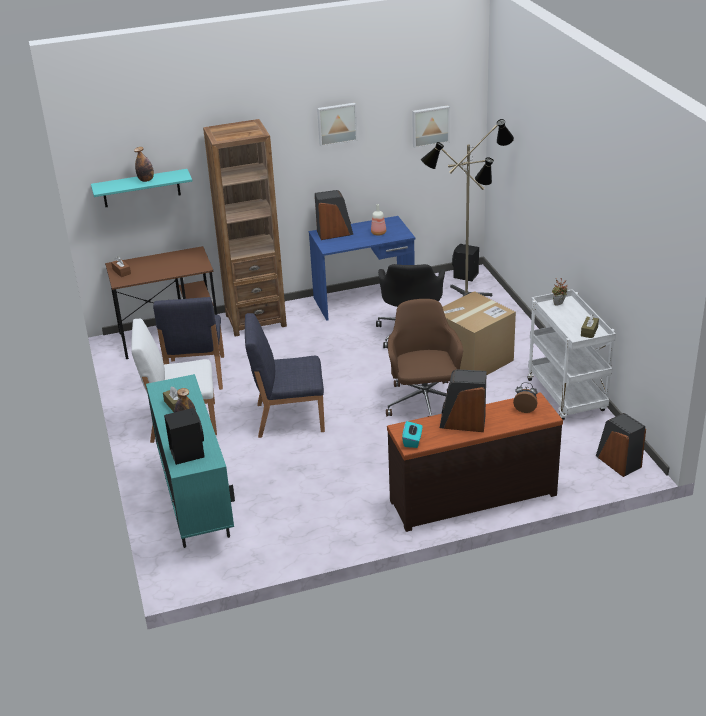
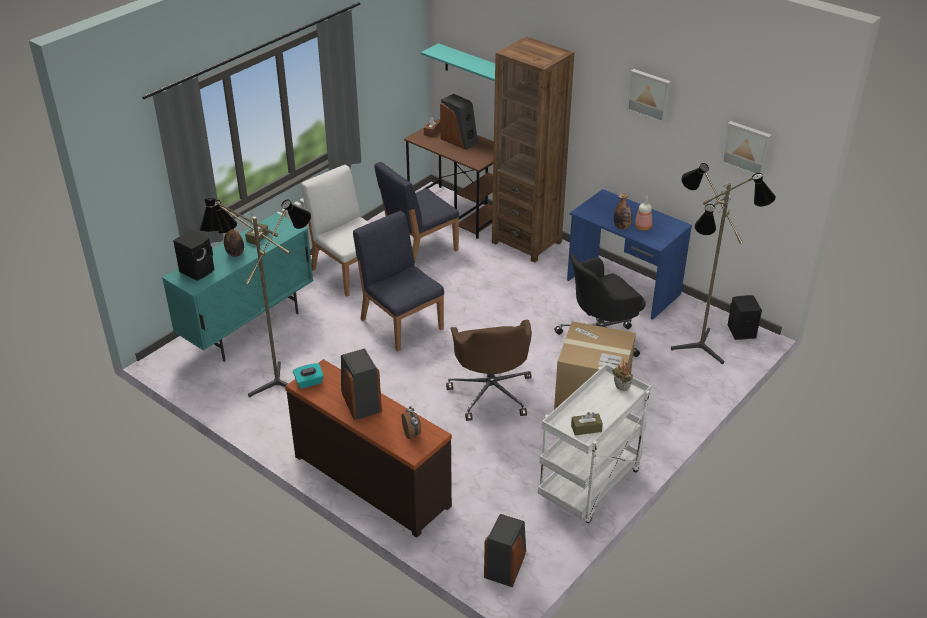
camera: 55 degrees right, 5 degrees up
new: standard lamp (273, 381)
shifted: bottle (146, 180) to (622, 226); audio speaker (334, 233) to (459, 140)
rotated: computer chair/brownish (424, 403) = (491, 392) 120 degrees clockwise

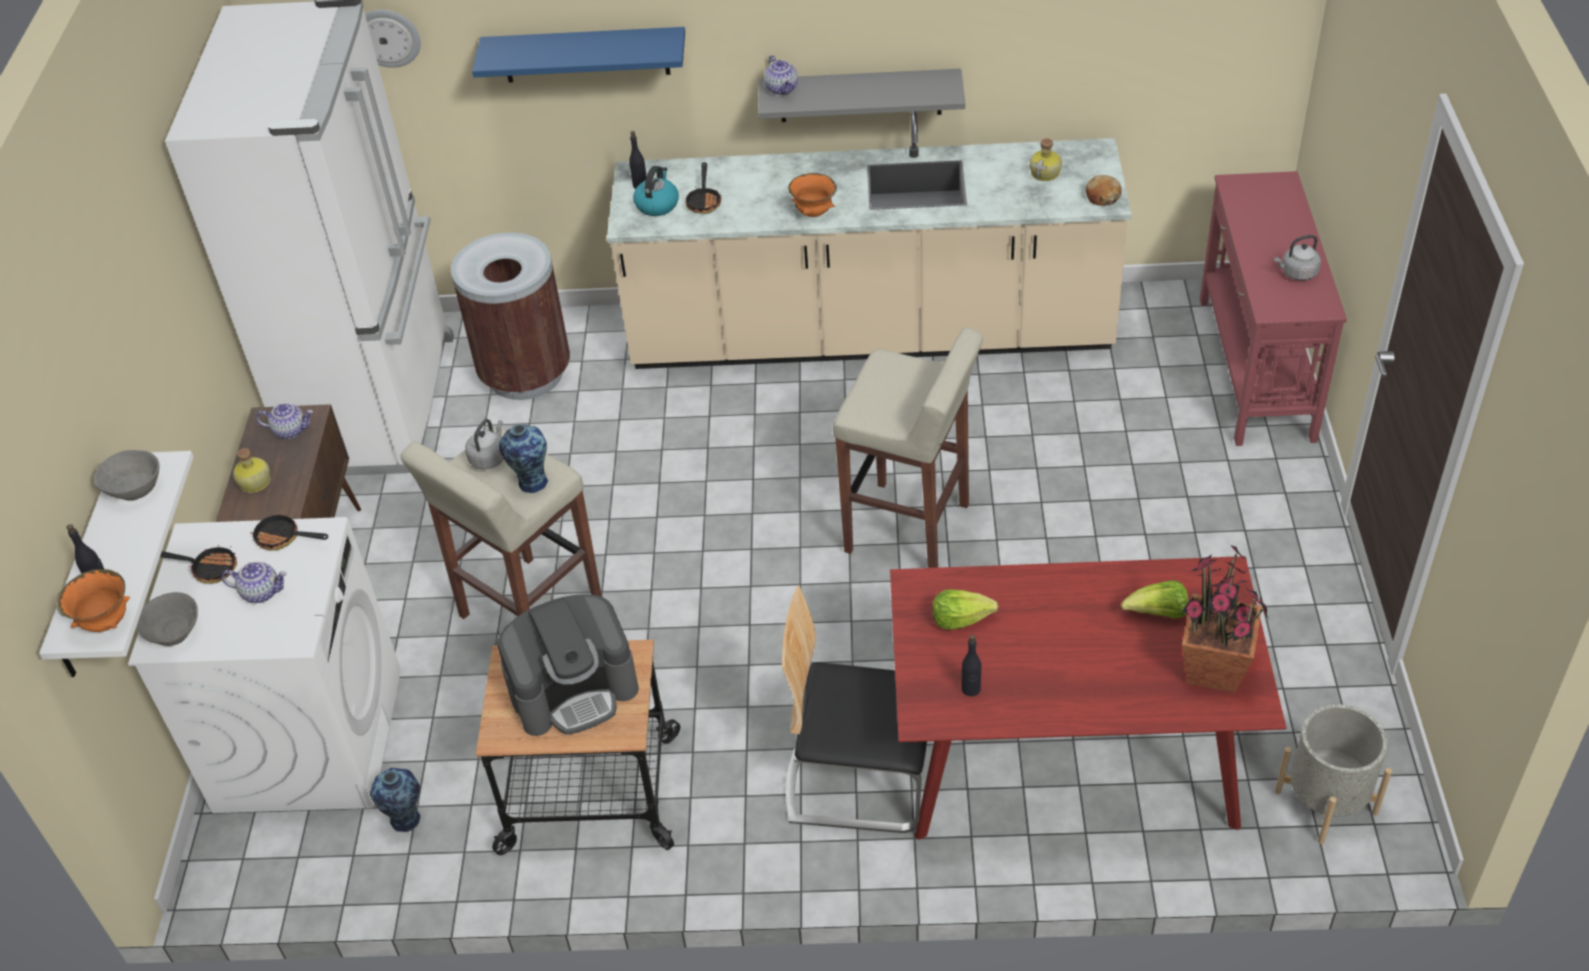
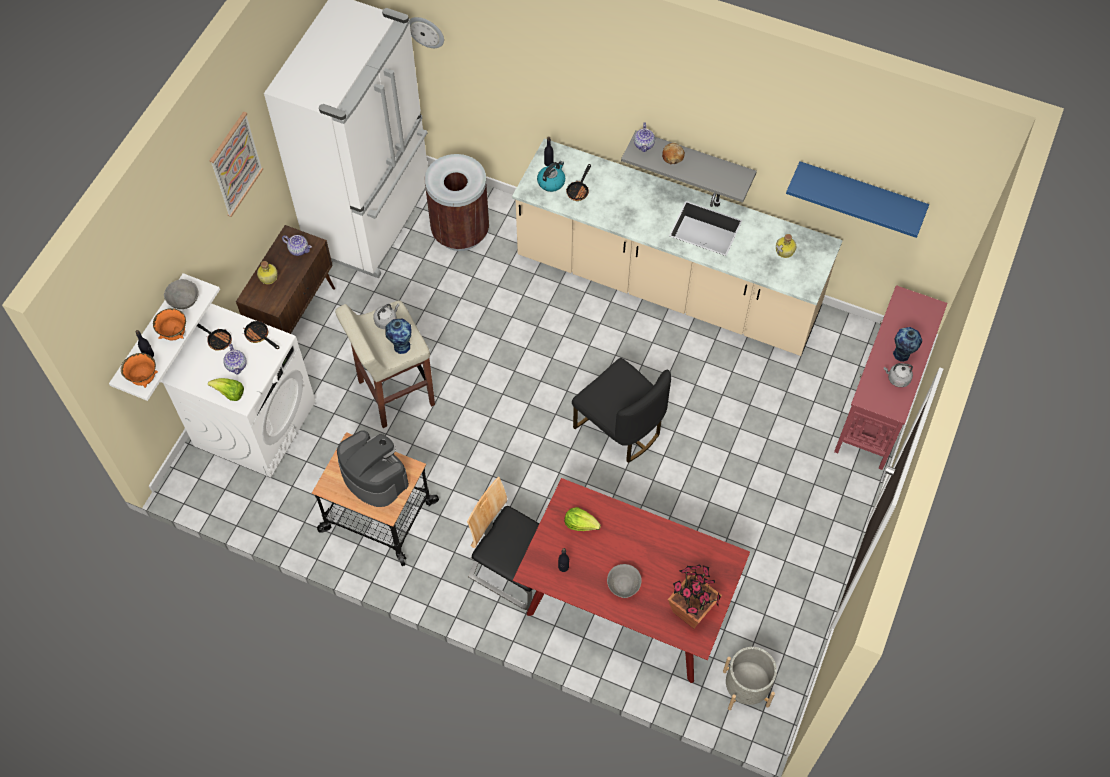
camera: 20 degrees right, 15 degrees up
new: wall art (235, 164)
shifted: wall shelf/blue (585, 54) to (860, 192); deep dish/orangey (813, 213) to (174, 334); bread (1102, 196) to (672, 156); lettuce head (1158, 614) to (230, 393); deep dish/greyish (174, 632) to (623, 585); decorative vase (406, 820) to (901, 355)
swapped: sitting stool/beige-coloured (909, 529) to plain chair/black-coloured (620, 428)
rotated: pot for tea (262, 592) = (237, 365) 45 degrees clockwise; coffee maker (574, 690) = (374, 476) 135 degrees counterclockwise

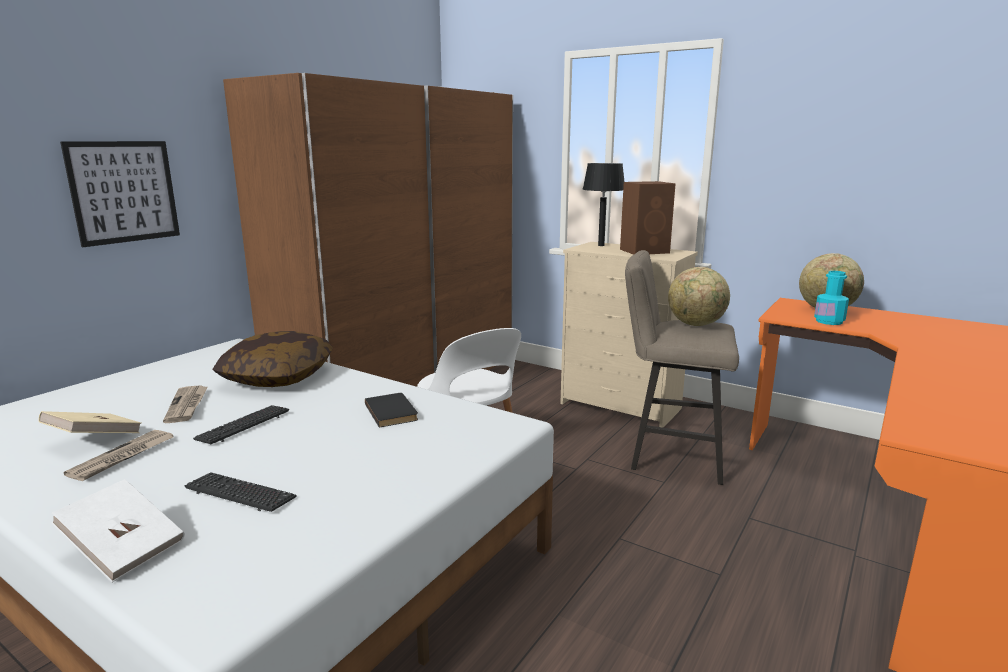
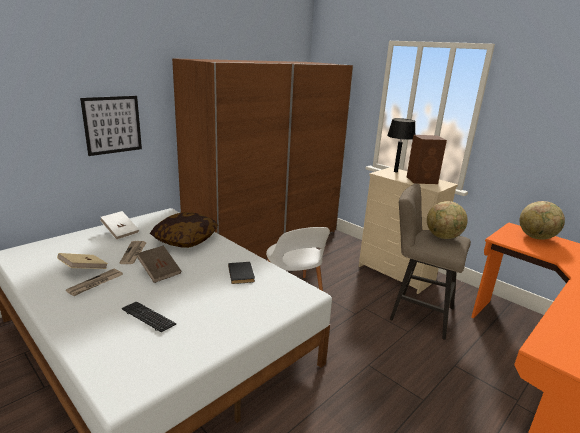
camera: 10 degrees right, 5 degrees up
gone: bottle/blue-green (829, 321)
shifted: volume/white (124, 549) to (120, 232)
swapped: keyboard (243, 426) to volume/brownish (160, 272)

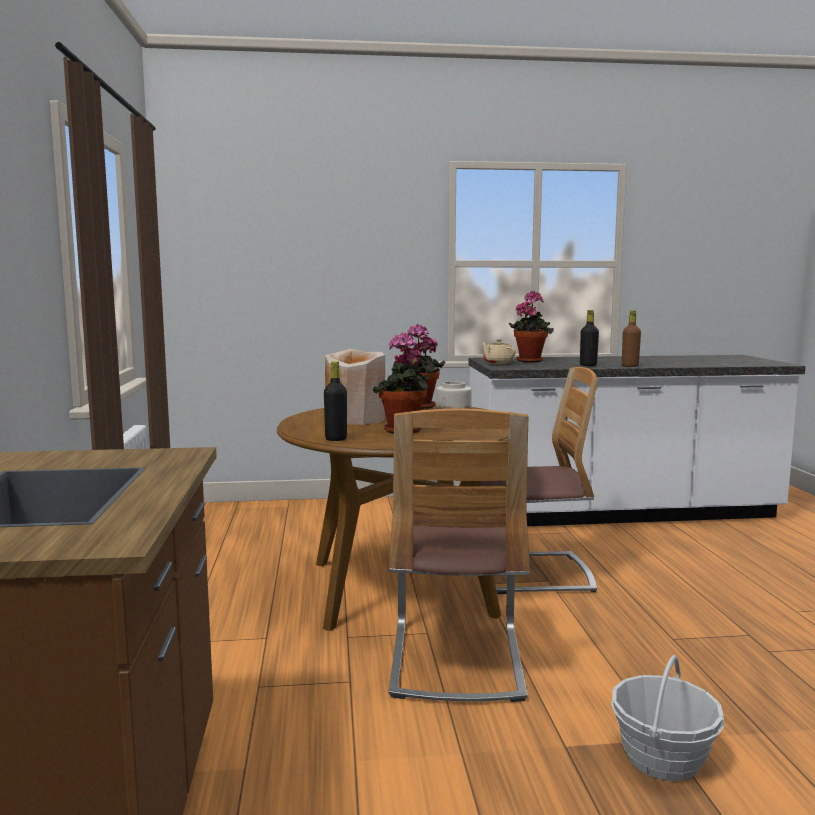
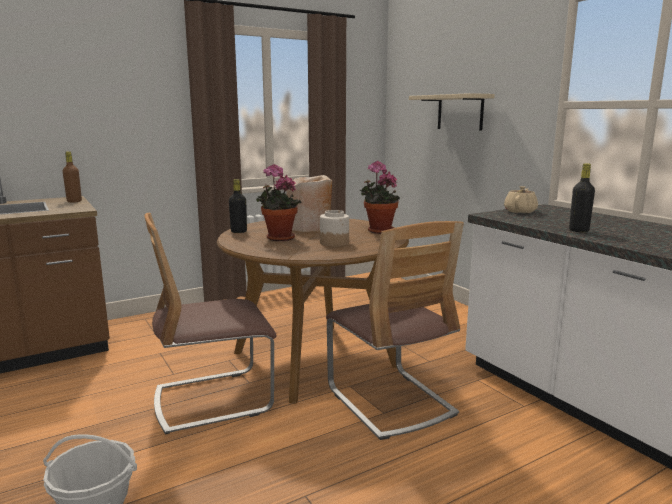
camera: 65 degrees right, 5 degrees up
gone: plant in a pot (530, 360)
new: wall shelf/beige-coloured (460, 112)
shifted: bottle/brownish (630, 366) to (74, 201)

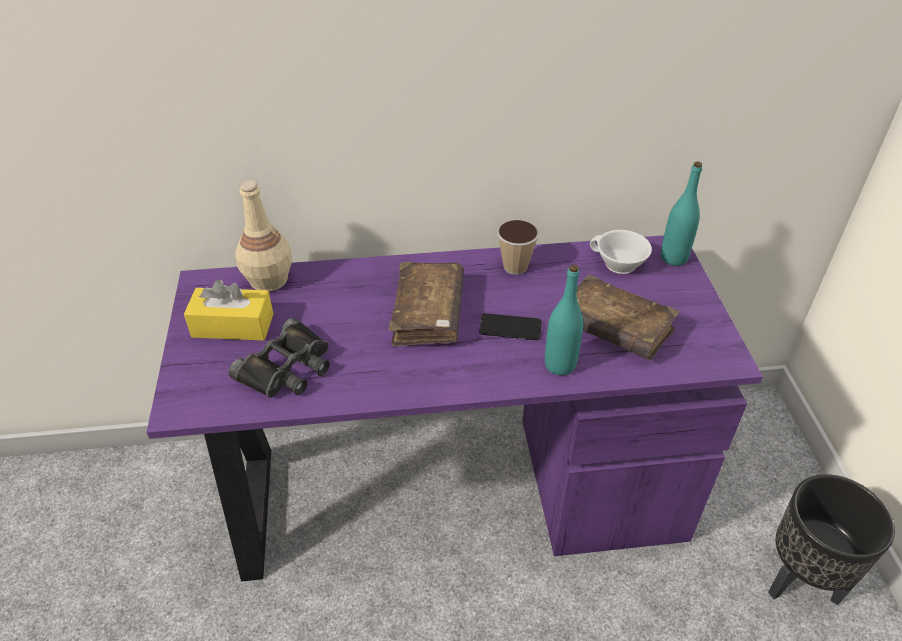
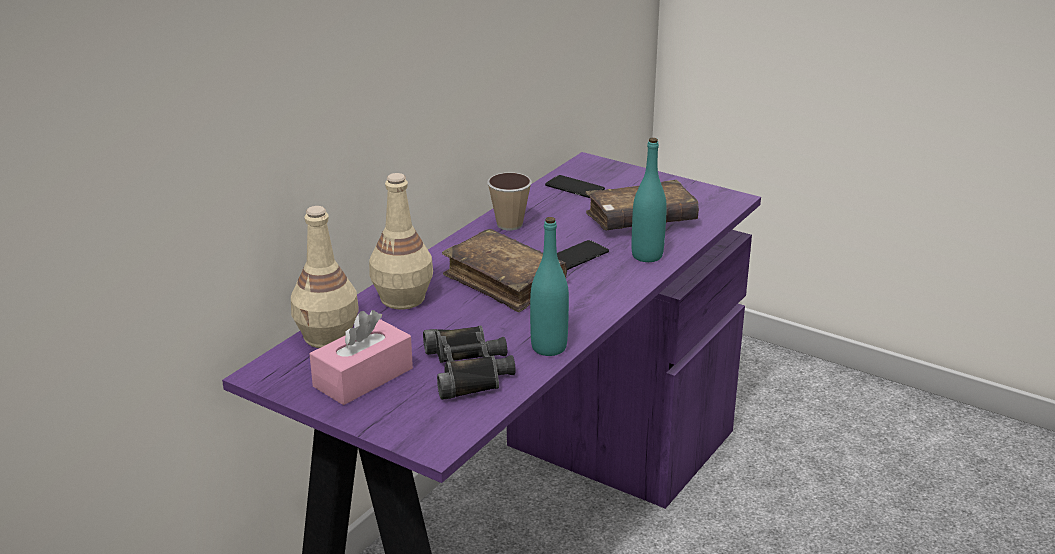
camera: 50 degrees left, 15 degrees down
gone: planter/black-coloured (801, 581)
new: bottle/beige-coloured (402, 298)
shifted: bottle/blue-green (673, 258) to (549, 347)
swapped: cup/white (618, 264) to telephone (574, 188)
repainted: box of tissues/yellowish (233, 325) to box of tissues/pink (363, 377)

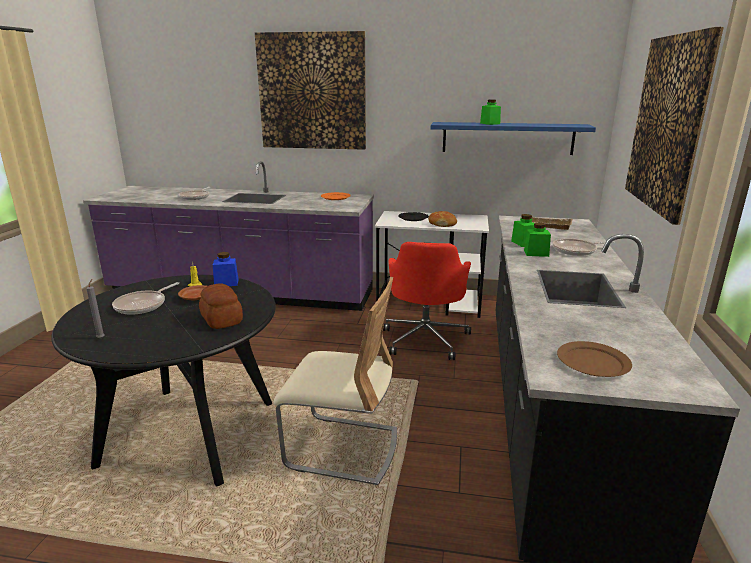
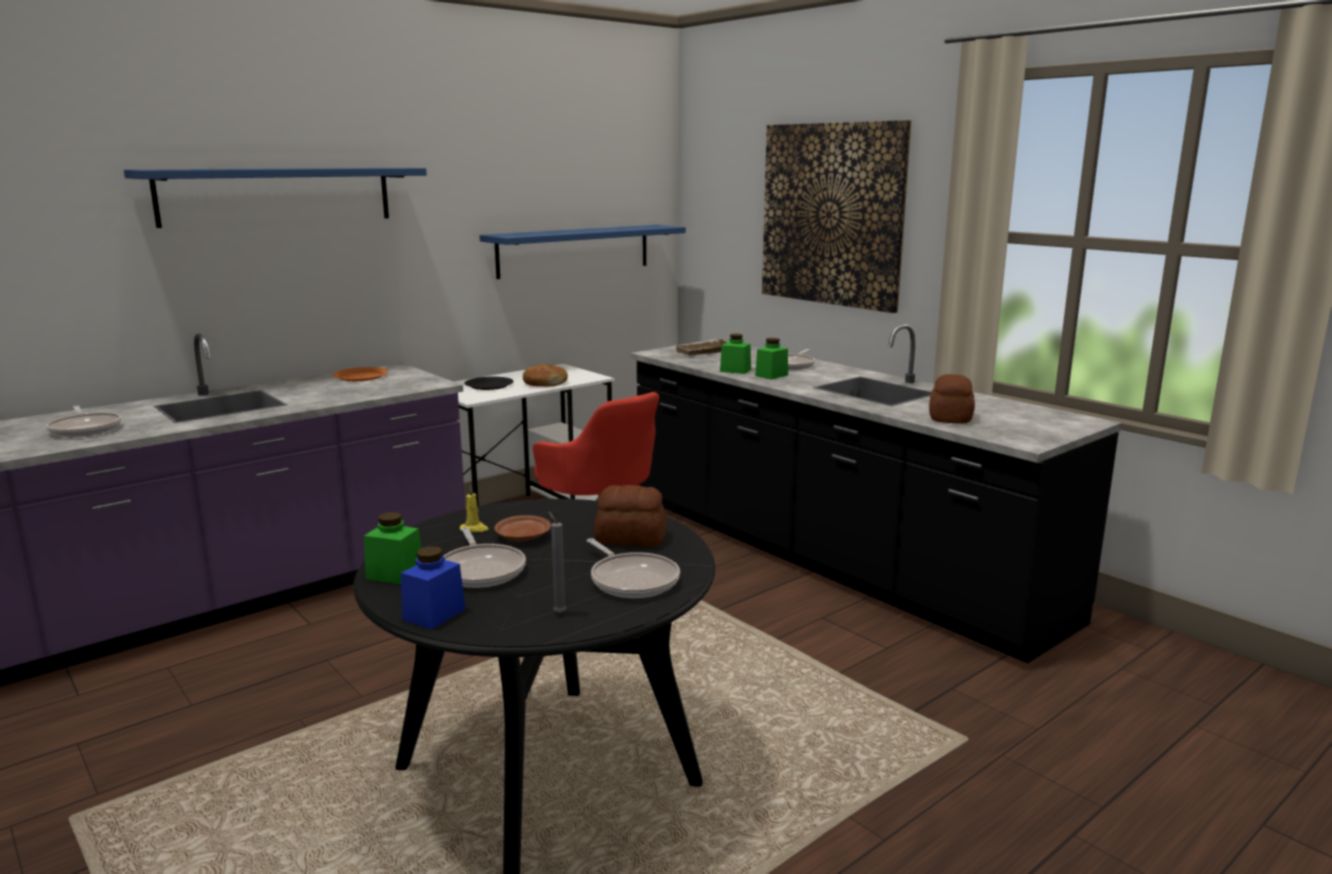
camera: 50 degrees left, 5 degrees down
gone: plain chair/beige-coloured (342, 449); dinner plate/brownish (592, 362)
new: bread (951, 417); frying pan (632, 580)
shifted: preserve jar/green (490, 123) to (395, 574); preserve jar/blue (226, 283) to (434, 614)
swapped: wall art (312, 92) to wall shelf/blue (277, 195)

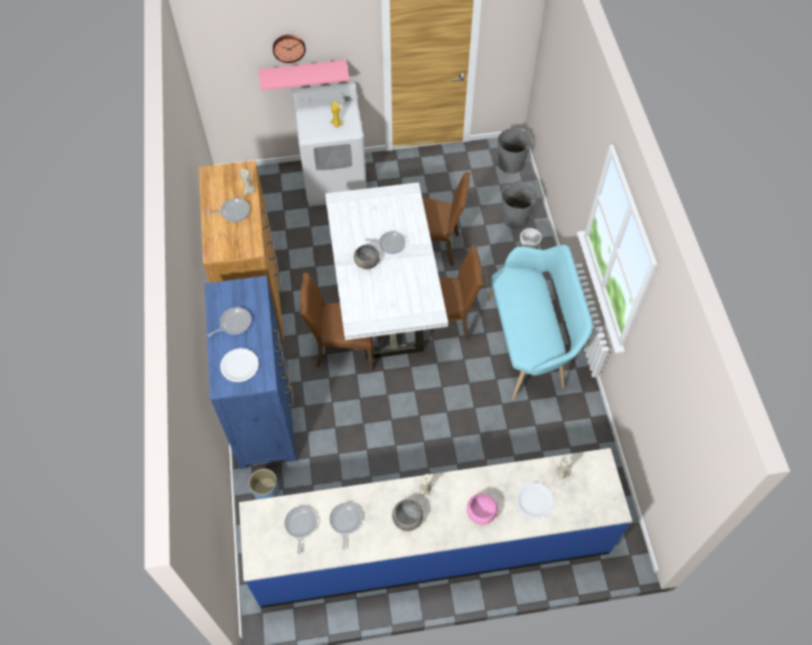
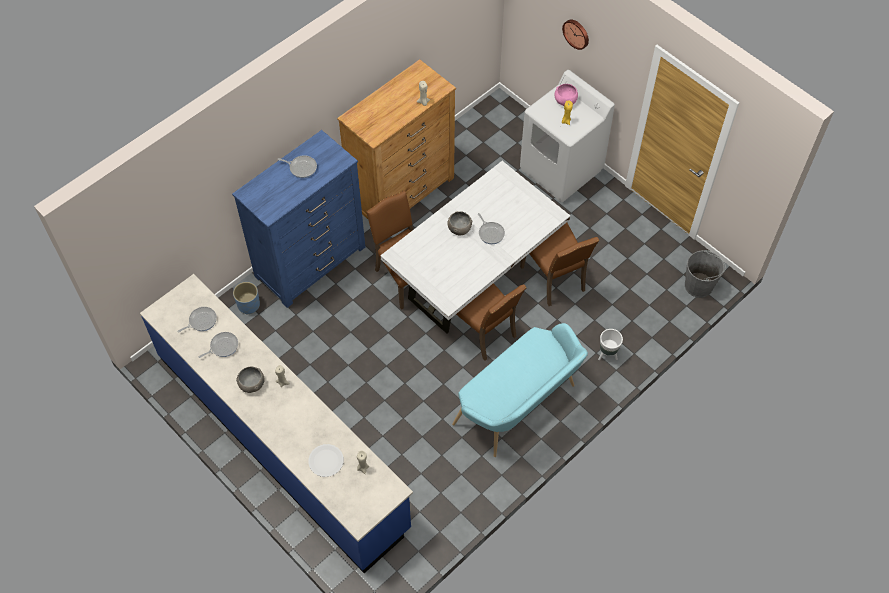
camera: 55 degrees right, 0 degrees up
gone: wall shelf/pink (303, 73); bucket/greyish (515, 218); frying pan (233, 212); dinner plate/white (240, 365)
shifted: deep dish/pink (481, 513) to (565, 101)

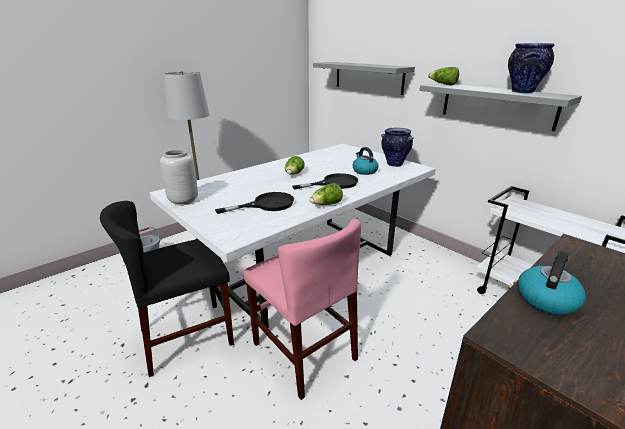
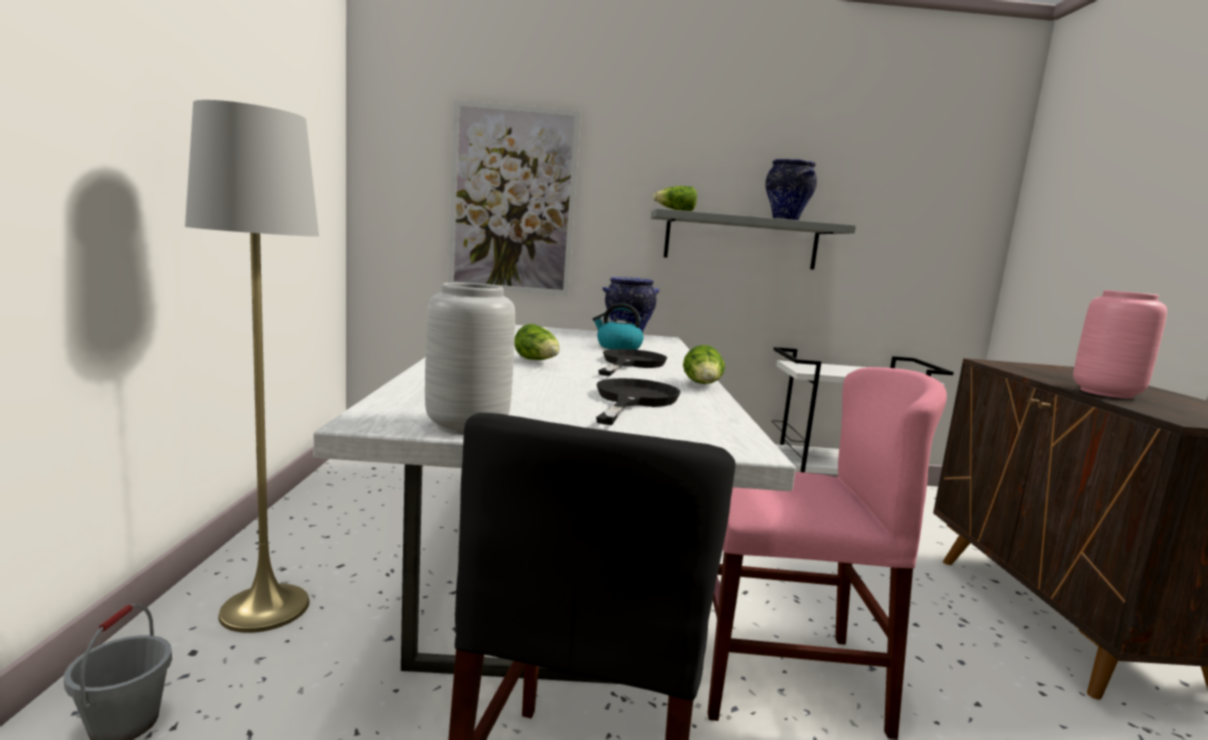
camera: 50 degrees left, 15 degrees down
swapped: wall shelf/greyish (368, 77) to wall art (513, 201); kettle (546, 299) to decorative vase/pink (1106, 393)

